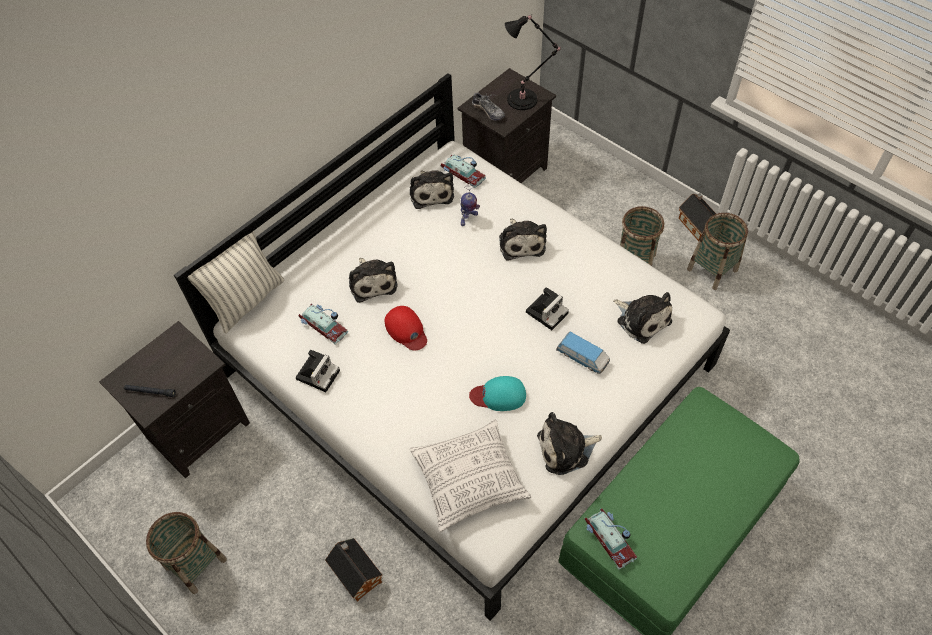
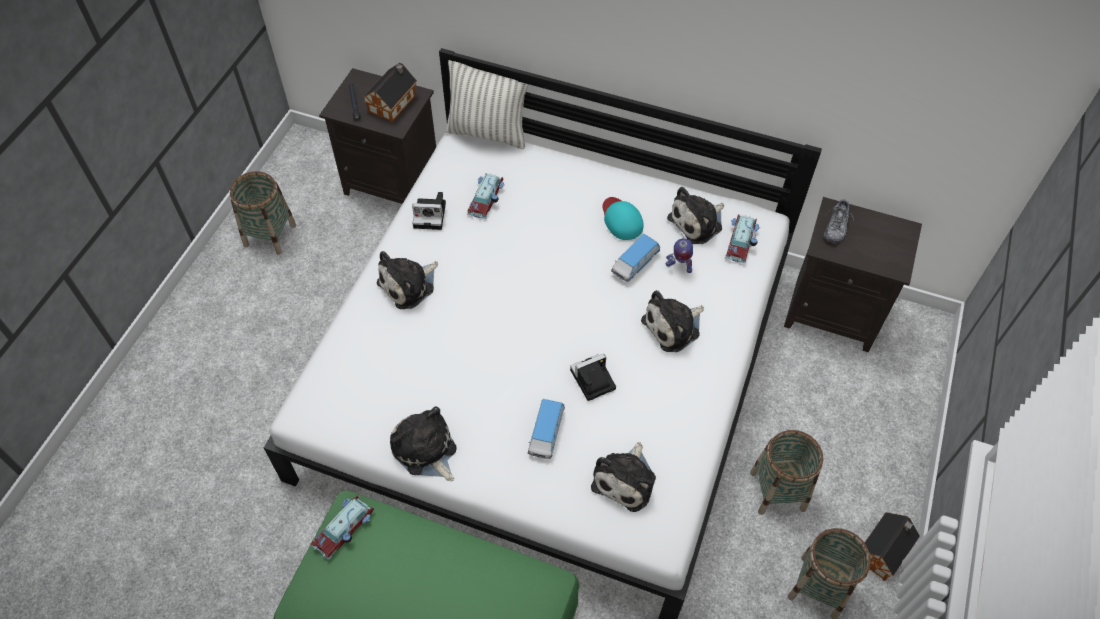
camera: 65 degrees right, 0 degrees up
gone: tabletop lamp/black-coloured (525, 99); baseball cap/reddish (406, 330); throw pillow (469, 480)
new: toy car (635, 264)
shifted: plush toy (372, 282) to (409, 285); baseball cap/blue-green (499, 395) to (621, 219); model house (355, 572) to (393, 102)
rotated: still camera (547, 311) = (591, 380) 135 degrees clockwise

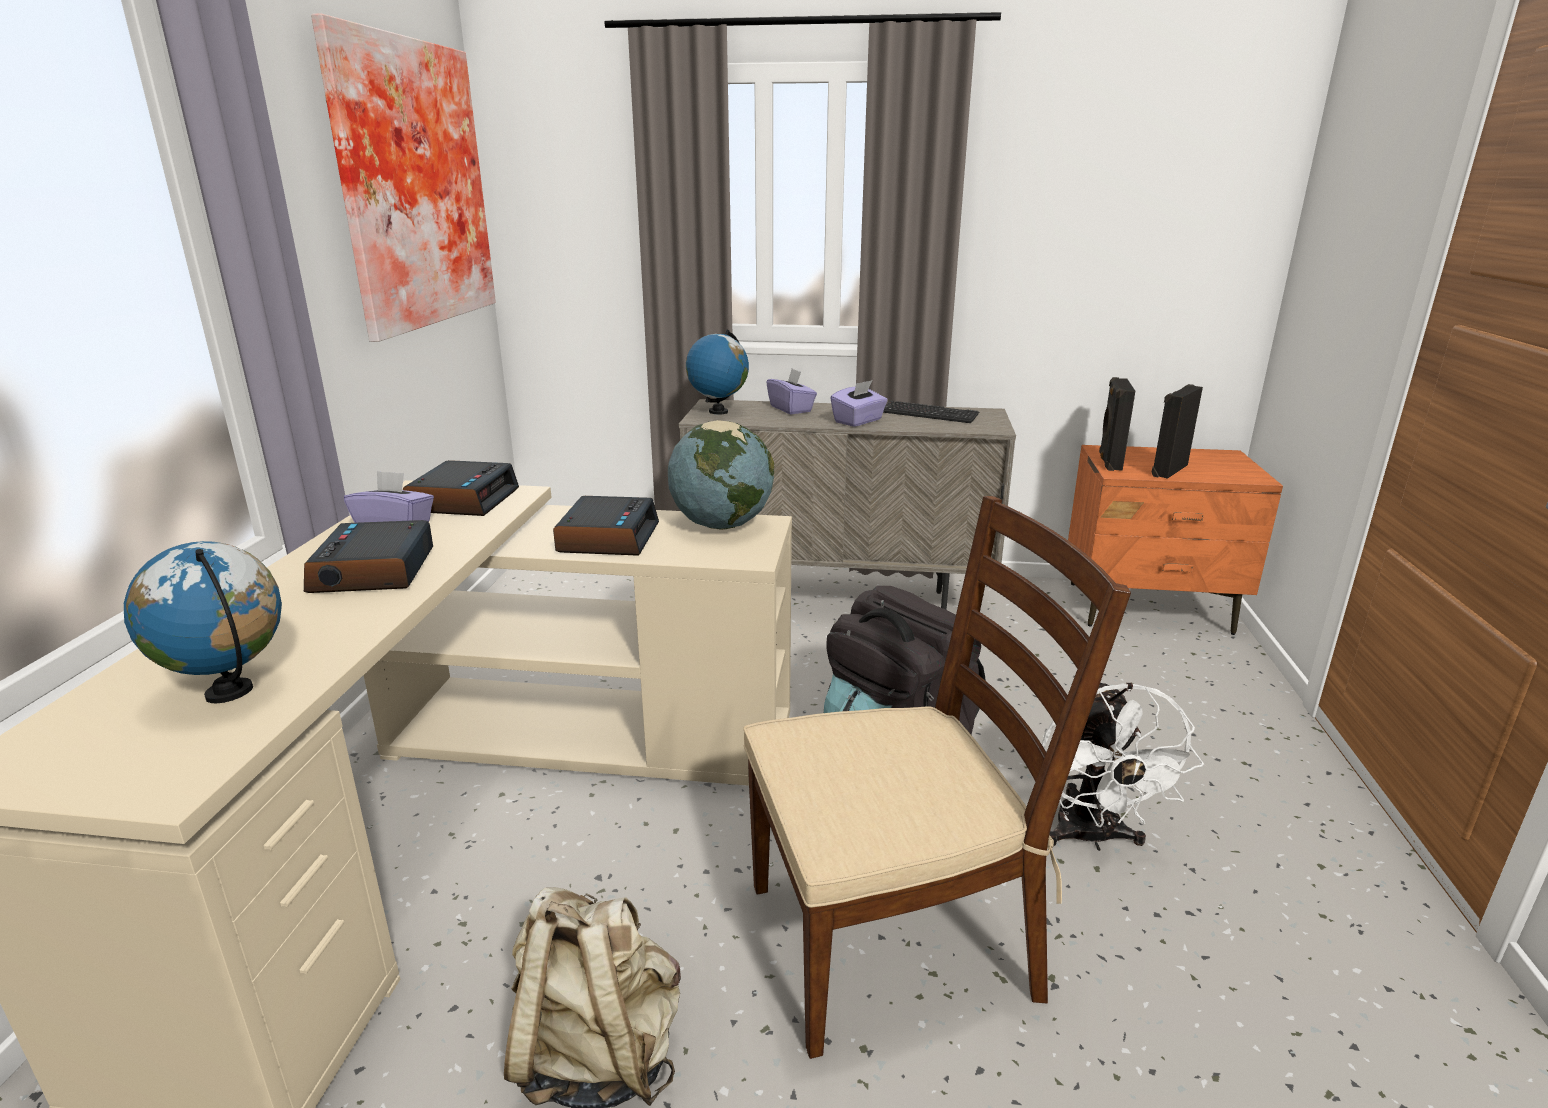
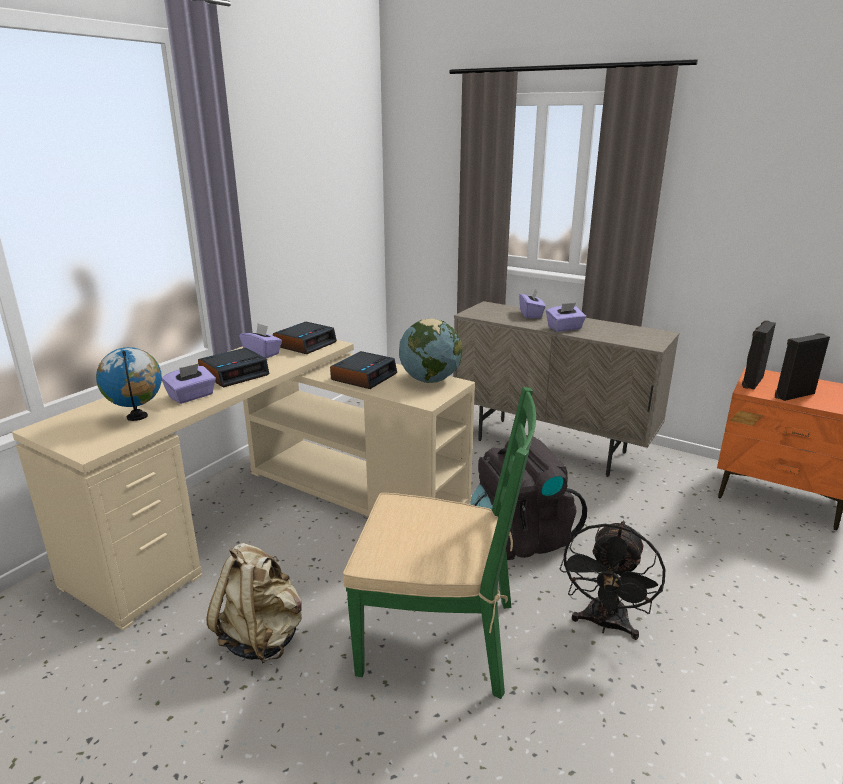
camera: 25 degrees right, 0 degrees up
gone: wall art (407, 186); world globe (718, 412); keyboard (928, 414)
new: box of tissues/purple (192, 396)
repainted: plain chair/brownish (893, 939) to plain chair/green (440, 637); fan/white (1092, 838) to fan/black-coloured (605, 625)
rotated: bedside clock (374, 571) = (234, 374) 150 degrees counterclockwise

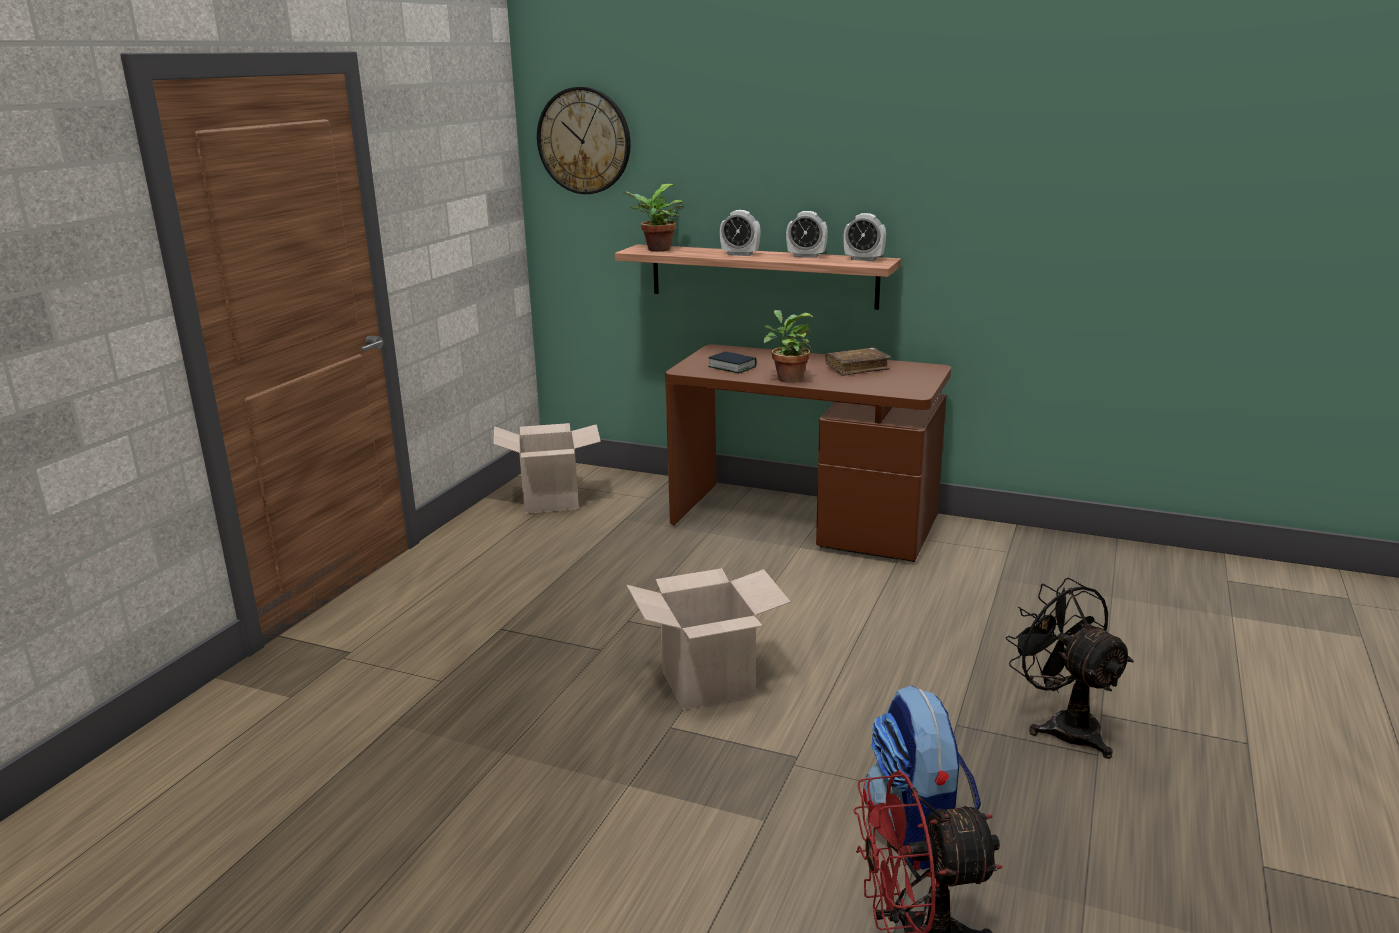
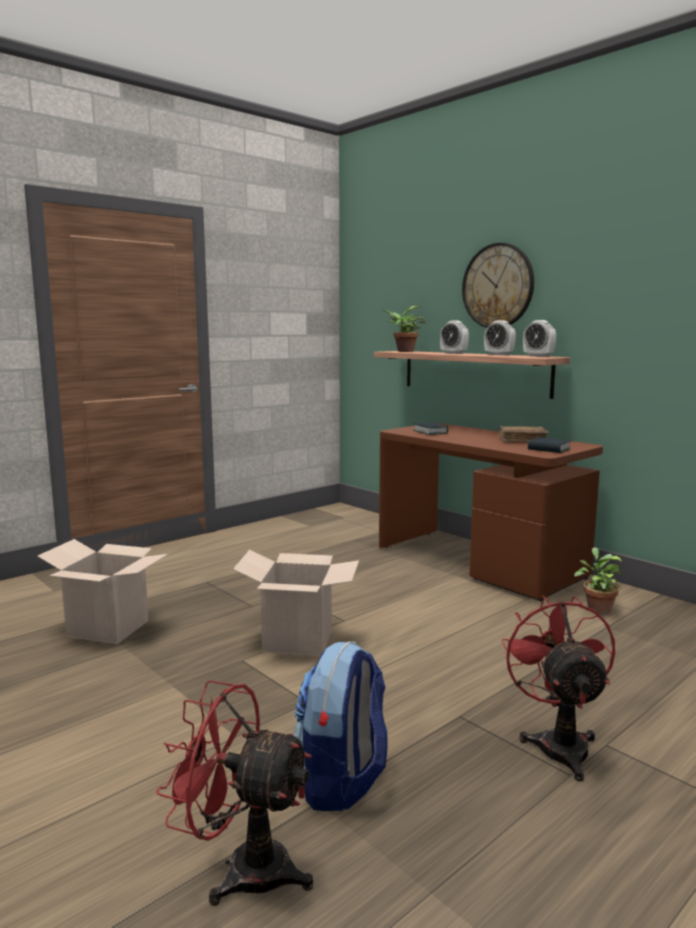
camera: 25 degrees right, 10 degrees down
new: volume (548, 449)
shifted: wall clock (584, 141) to (498, 286); plant in a pot (787, 378) to (597, 609); cardboard box (551, 501) to (108, 628)
repainted: fan/black-coloured (1063, 725) to fan/reddish (558, 743)

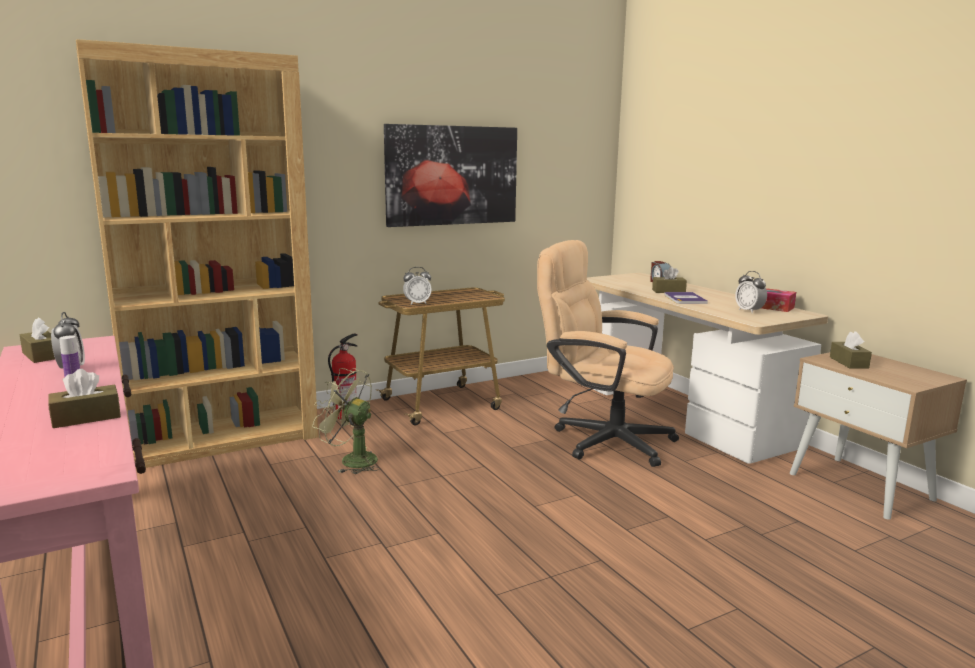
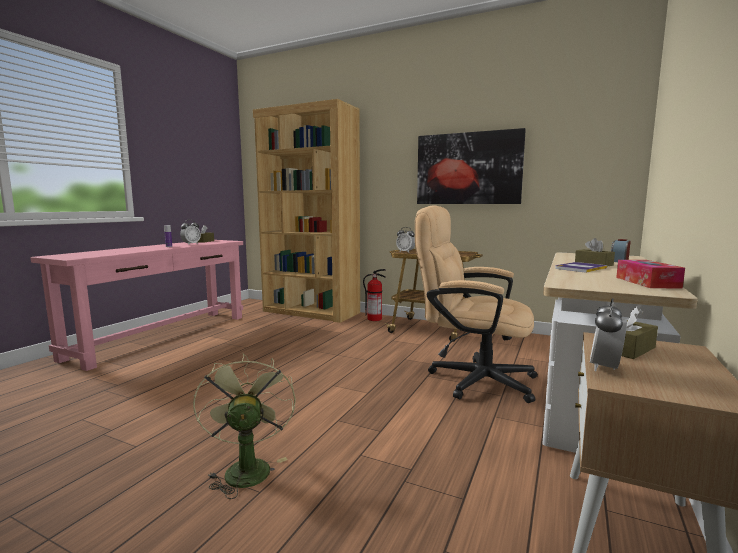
camera: 55 degrees right, 5 degrees down
gone: box of tissues/brownish (86, 417)
shifted: bedside clock (749, 311) to (605, 368); fan/green (351, 460) to (246, 467)
rotated: computer chair/beige-coloured (602, 439) = (471, 379) 60 degrees counterclockwise

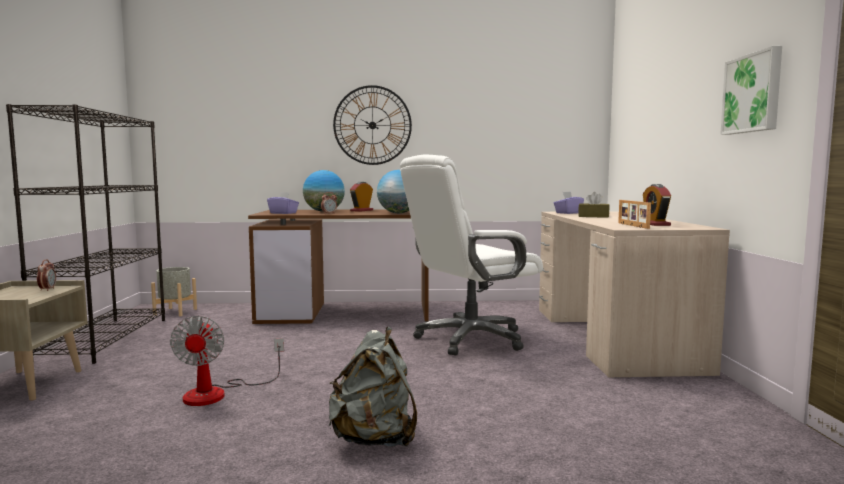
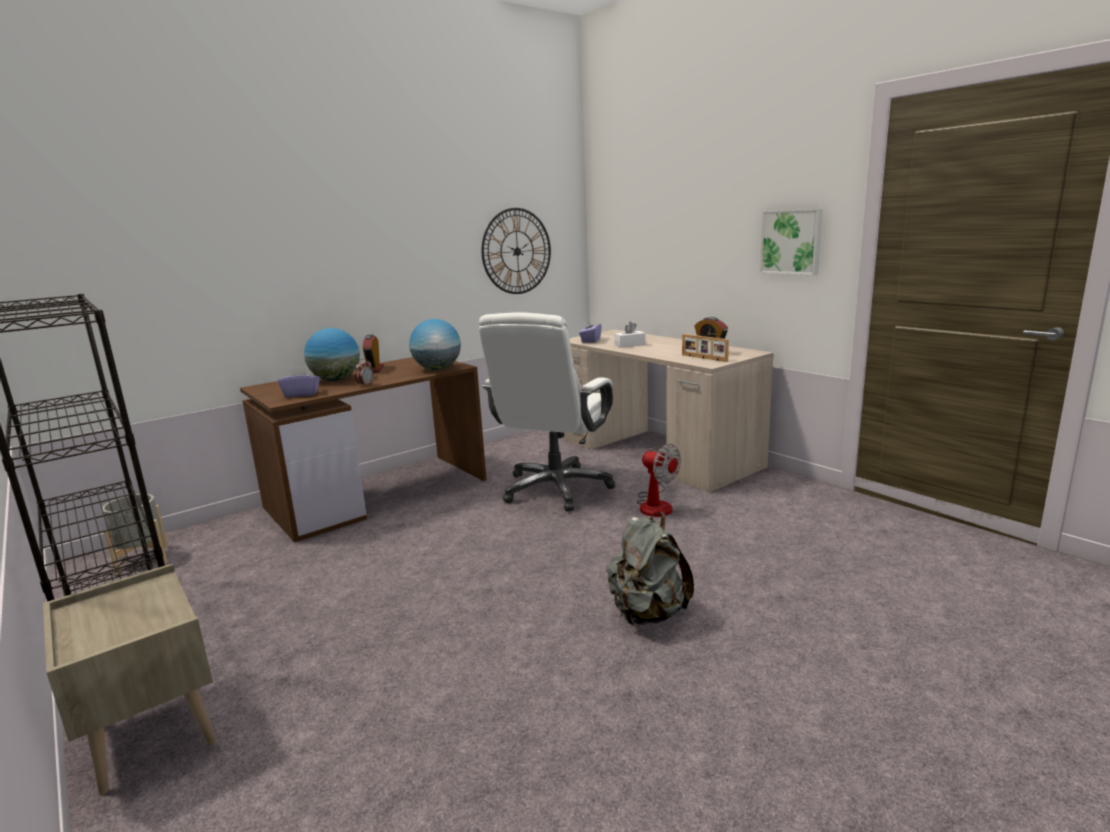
camera: 35 degrees left, 10 degrees up
gone: bedside clock (47, 289)
shifted: wall clock (372, 125) to (517, 251); fan (218, 393) to (655, 504)
repainted: box of tissues/brownish (593, 216) to box of tissues/white (629, 345)

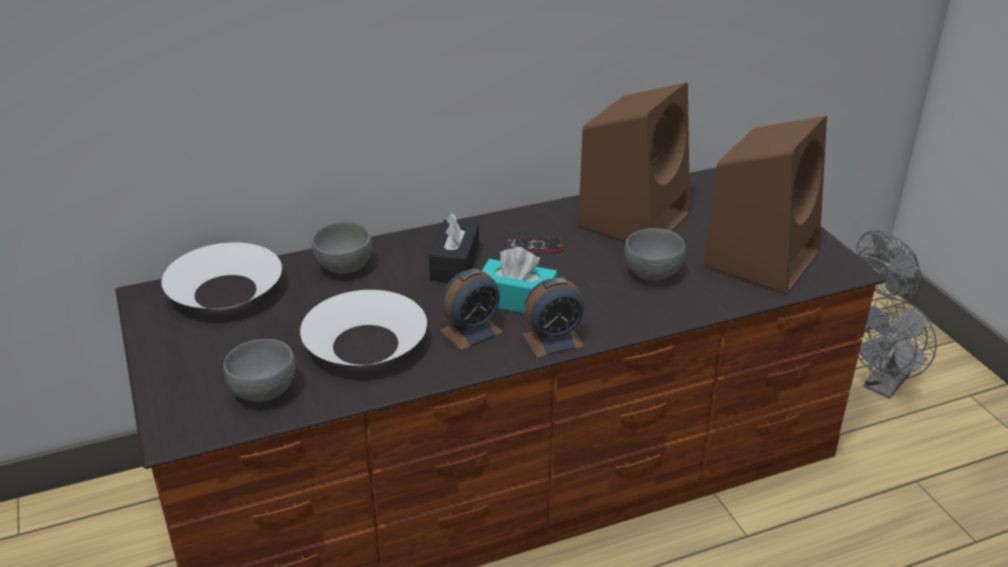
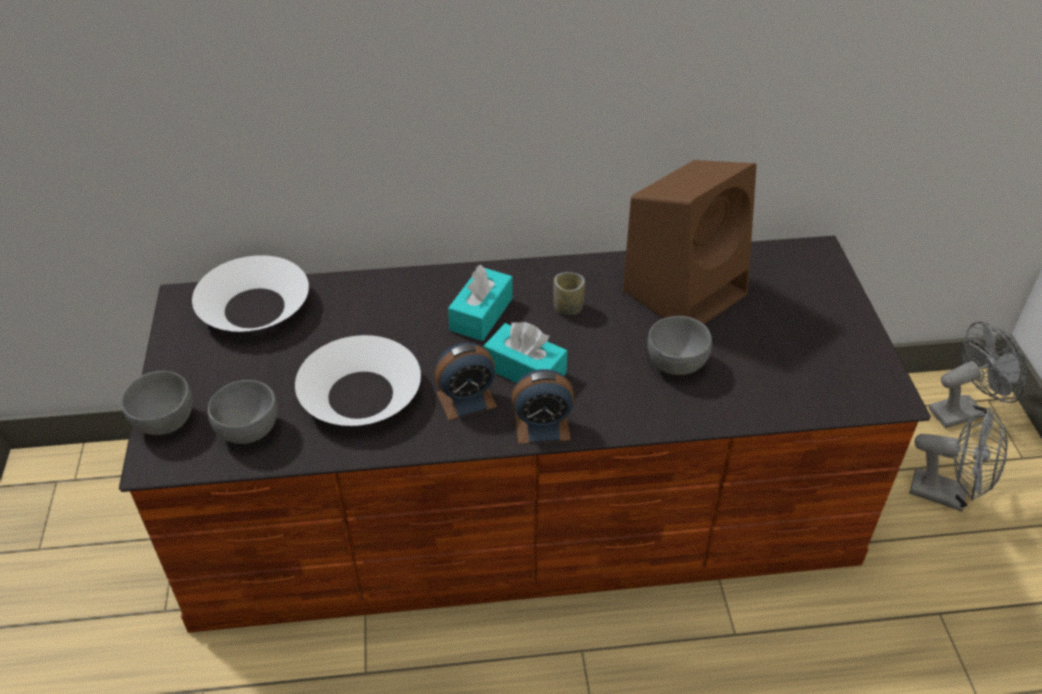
camera: 15 degrees right, 10 degrees up
gone: audio speaker/brownish (762, 258)
shifted: deep dish/greyish (344, 267) to (166, 421)
swapped: telephone (534, 247) to cup (568, 308)
repainted: box of tissues/black-coloured (455, 263) to box of tissues/blue-green (481, 314)
rotated: fan/greyish (883, 386) = (947, 495) 120 degrees counterclockwise

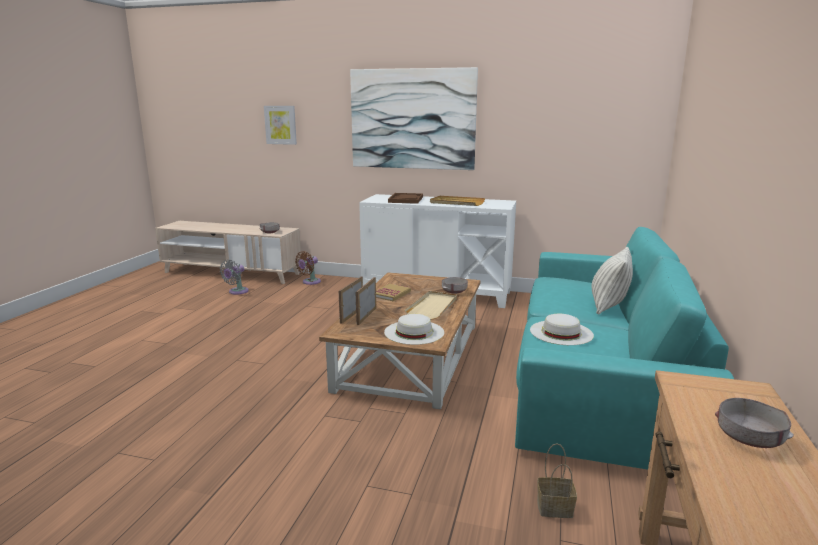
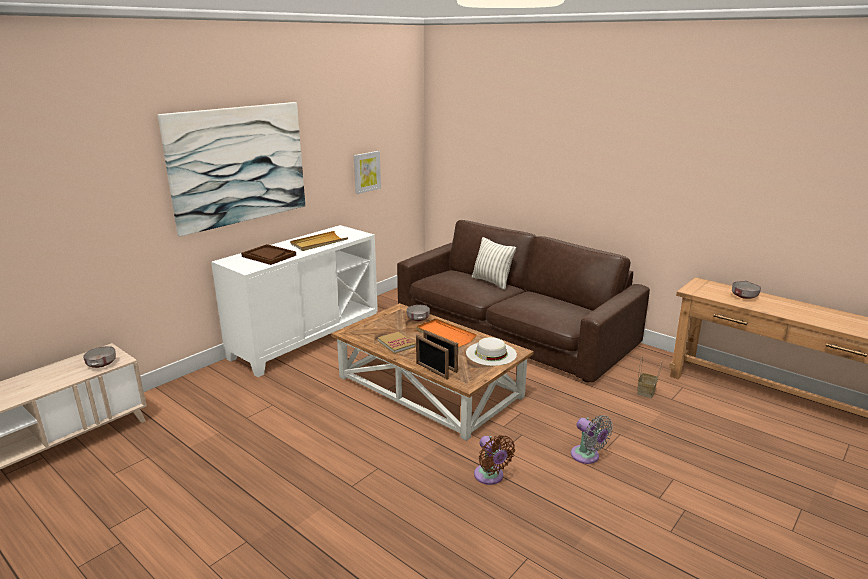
camera: 65 degrees left, 5 degrees up
gone: wearable hat/white (561, 332)
shifted: wall art (280, 125) to (366, 172); fan/brownish (310, 282) to (490, 477); fan/greyish (237, 292) to (587, 456)
repainted: couch/blue-green (597, 373) to couch/brownish (512, 329); tray/beige-coloured (433, 307) to tray/orangey (445, 335)

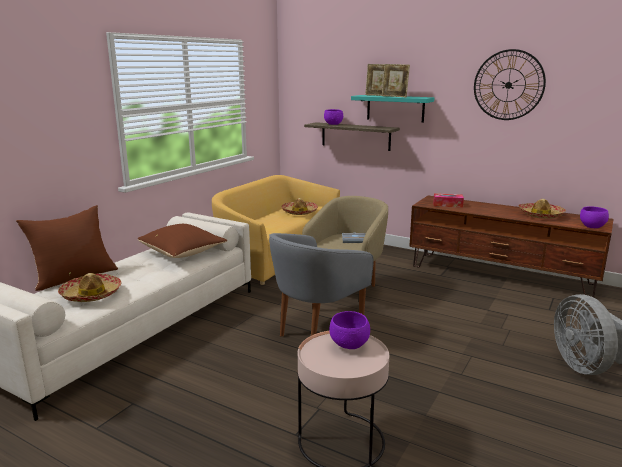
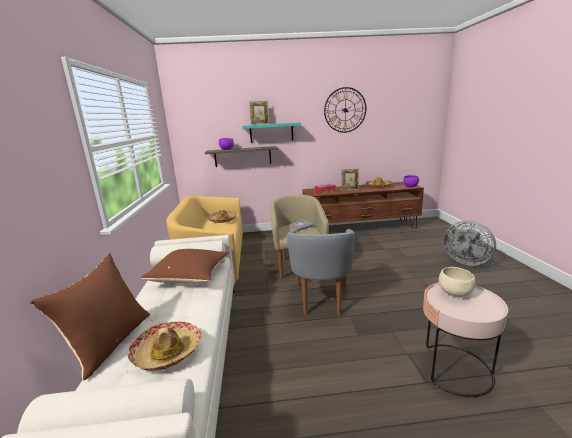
camera: 35 degrees left, 0 degrees up
shifted: photo frame (394, 97) to (349, 190)
repainted: deep dish/purple (350, 345) to deep dish/beige-coloured (455, 293)

